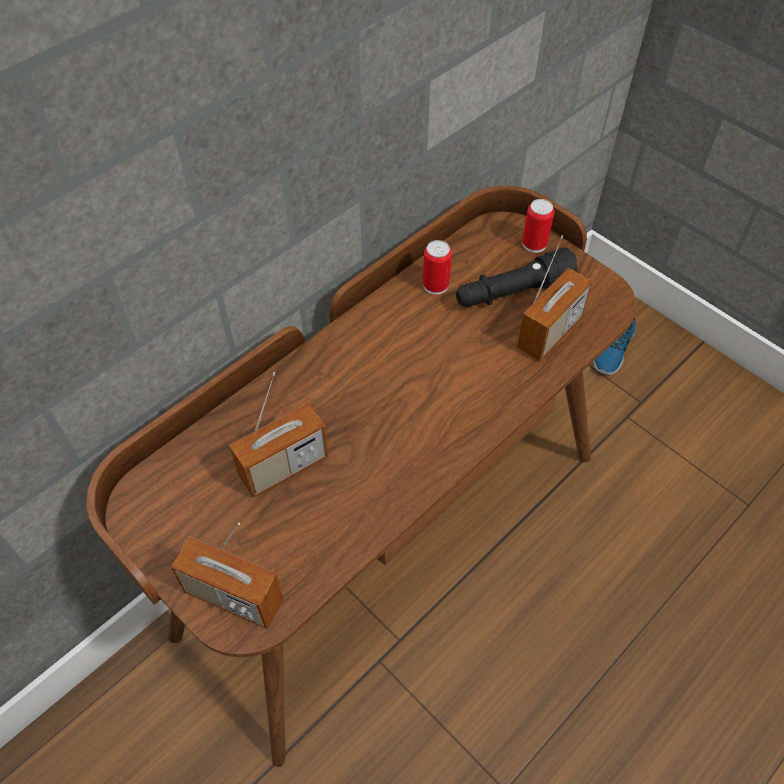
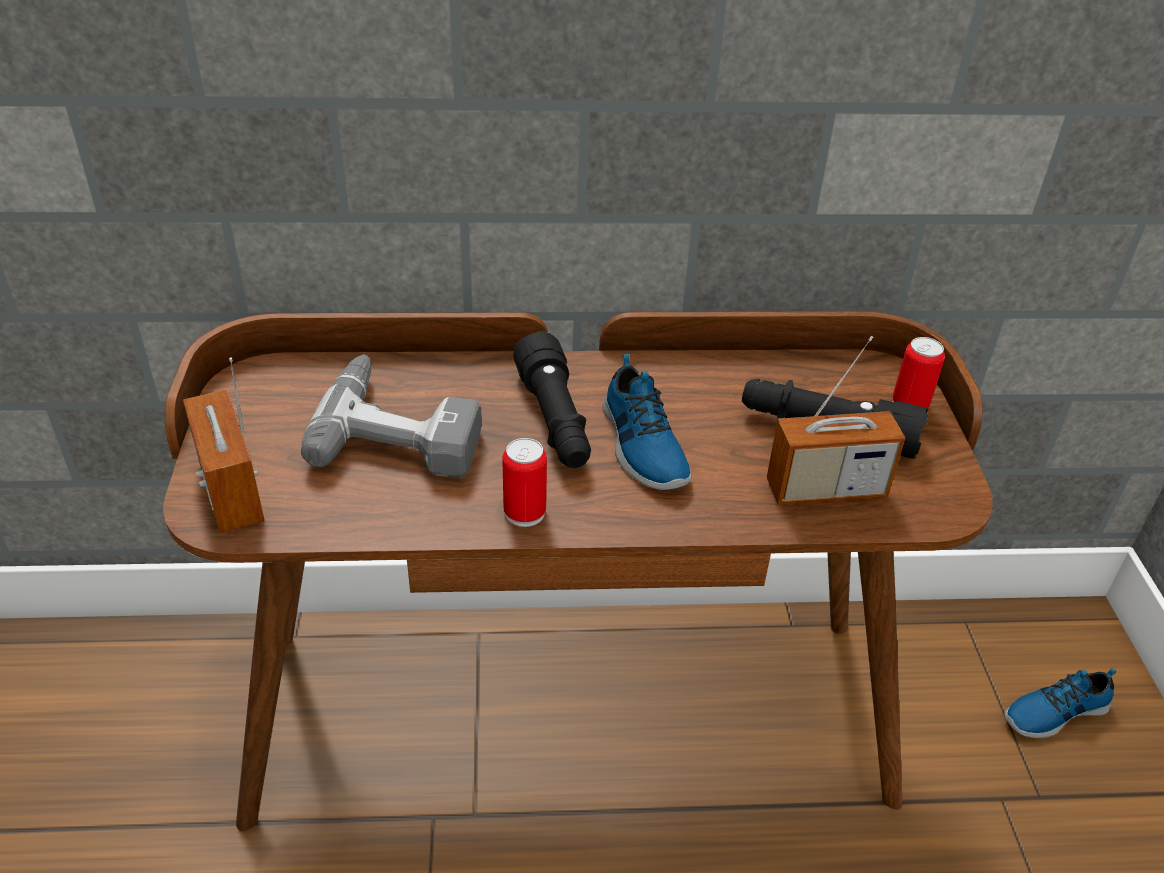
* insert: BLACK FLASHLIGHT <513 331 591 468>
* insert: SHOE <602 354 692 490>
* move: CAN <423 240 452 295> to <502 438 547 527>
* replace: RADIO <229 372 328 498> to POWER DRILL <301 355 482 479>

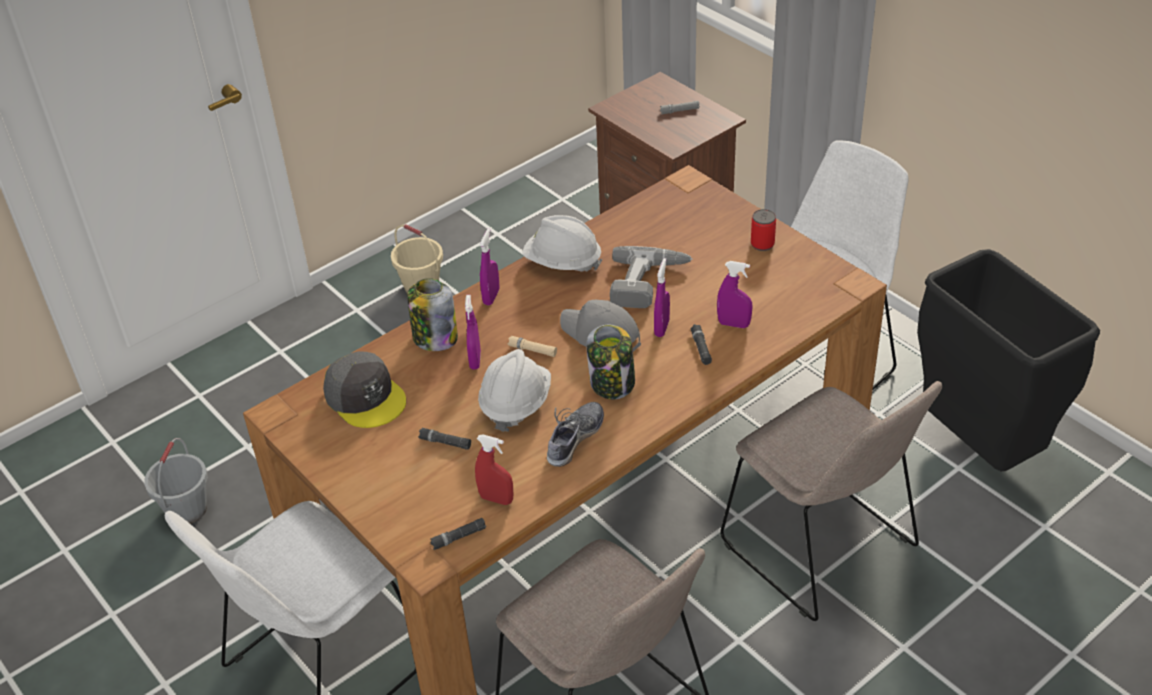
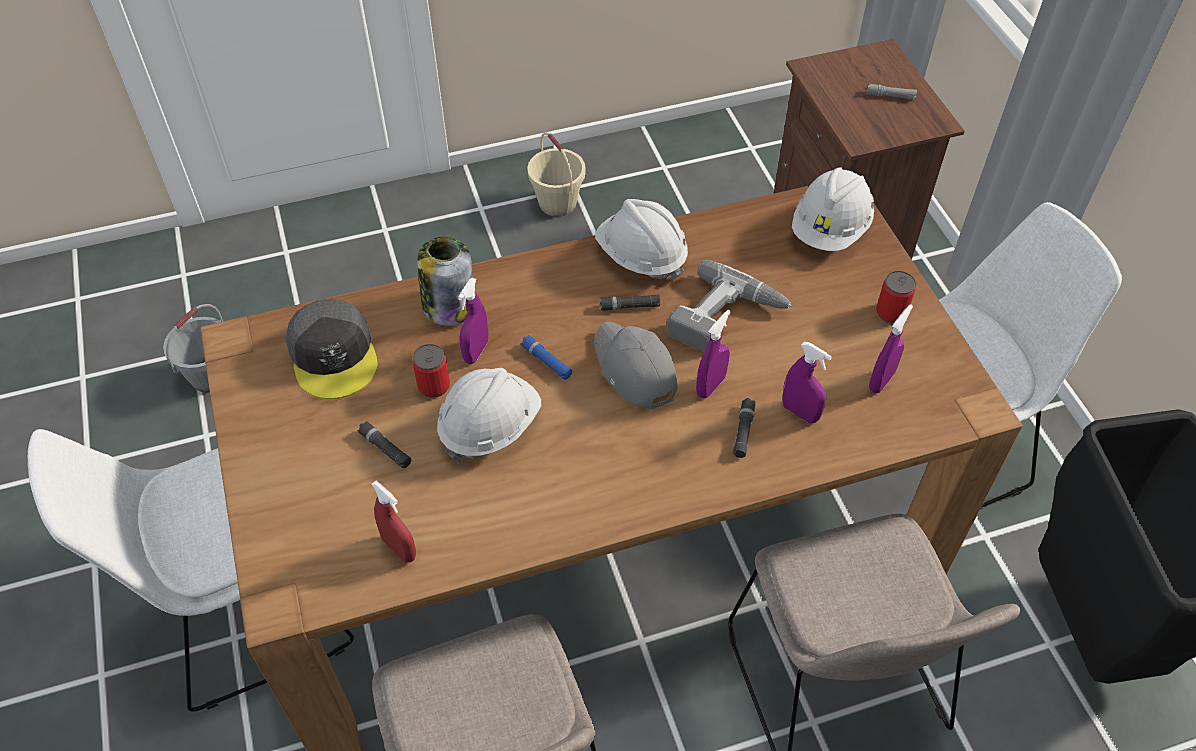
* delete: SHOE <547 402 604 467>
* delete: JAR <586 325 635 399>
* insert: CAN <412 344 450 398>
* insert: WHITE HARD HAT <792 167 874 251>
* move: BLACK FLASHLIGHT <430 518 486 550> to <600 295 660 311>
* move: PURPLE SPRAY BOTTLE <480 228 499 305> to <869 304 913 393>
* recolor: BEIGE FLASHLIGHT <508 336 557 357> to BLUE FLASHLIGHT <521 335 572 380>

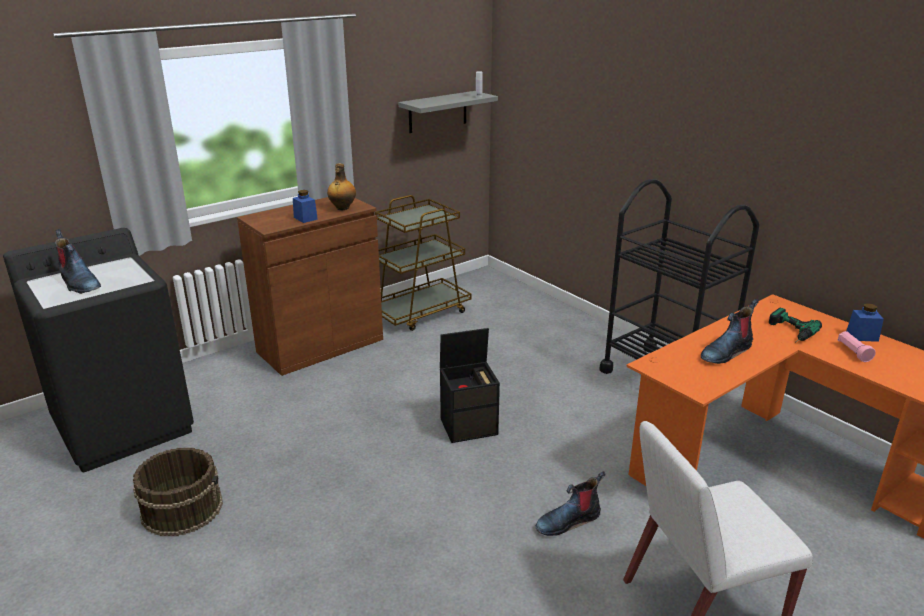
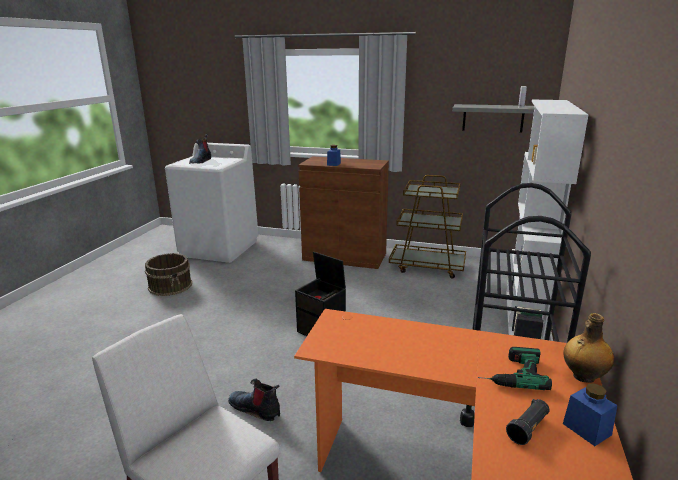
* delete: BOOT <701 299 759 364>
* insert: WHITE BOOKCASE <506 100 588 340>
* move: BOTTLE <327 163 356 210> to <564 313 614 383>
* recolor: BLACK WASHING MACHINE <3 228 194 472> to WHITE WASHING MACHINE <165 143 259 263>
* recolor: PINK FLASHLIGHT <838 331 876 362> to BLACK FLASHLIGHT <506 399 550 445>

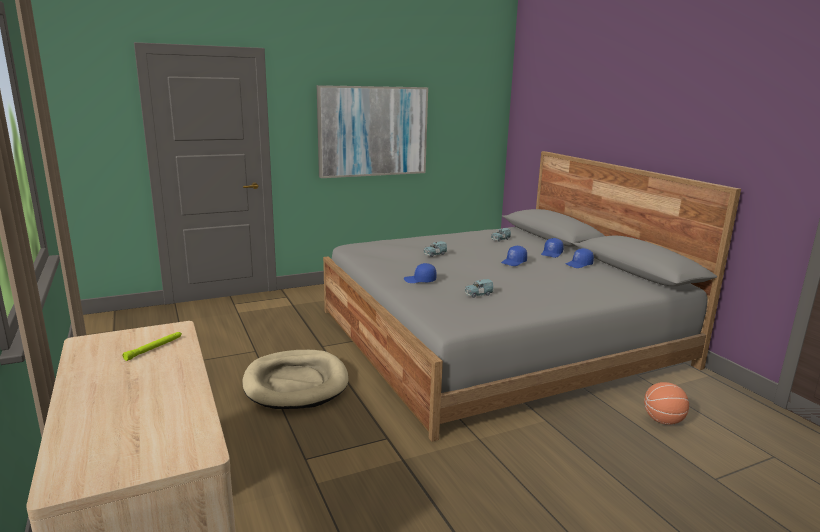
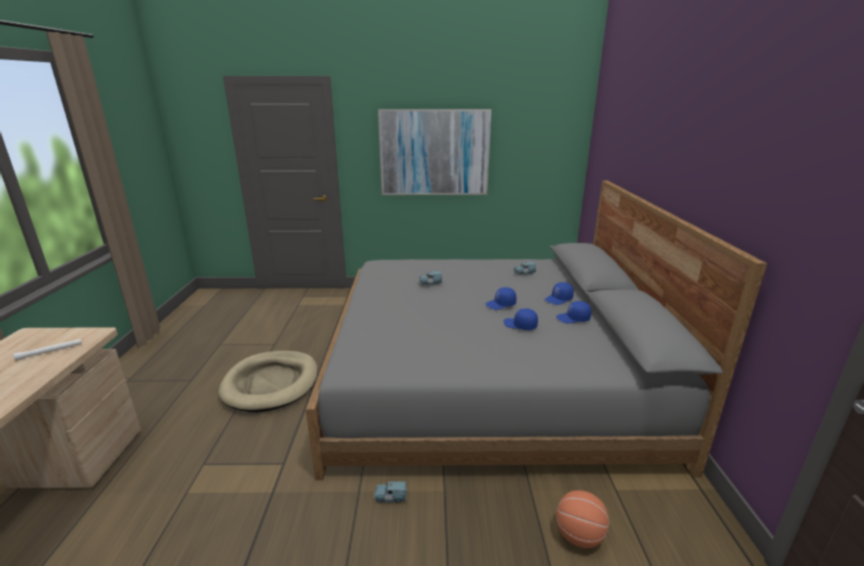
* move: BLUE CAP <404 263 437 283> to <503 308 538 330>
* move: BLUE TOY CAR <465 279 493 298> to <374 481 407 503>
* recolor: GREEN FLASHLIGHT <123 332 182 361> to WHITE FLASHLIGHT <13 340 83 361>

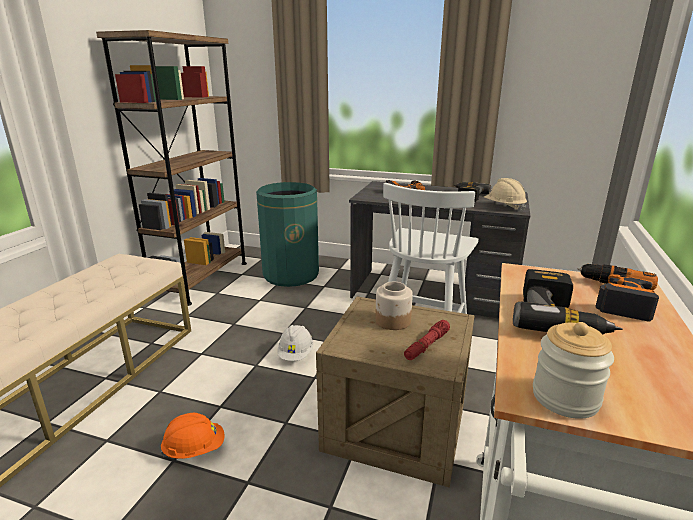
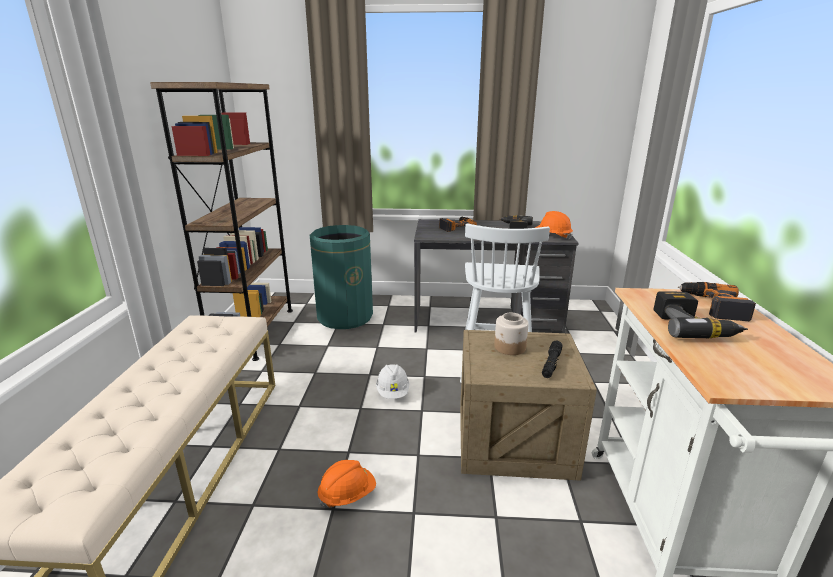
* delete: JAR <533 322 614 419>
* recolor: RED FLASHLIGHT <404 320 450 360> to BLACK FLASHLIGHT <542 340 562 378>
* recolor: BEIGE HARD HAT <484 178 527 212> to ORANGE HARD HAT <535 211 573 239>

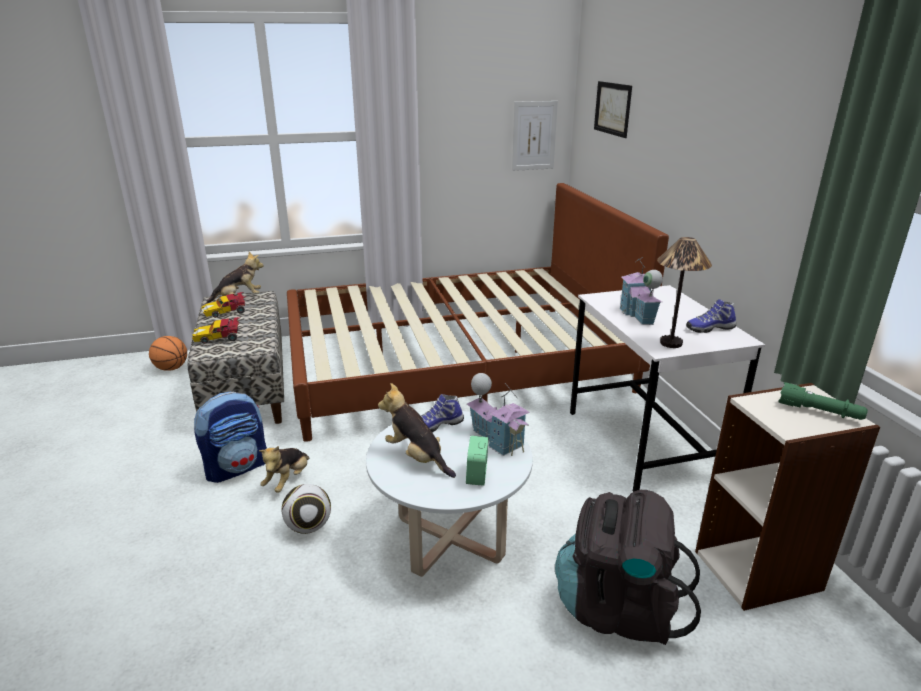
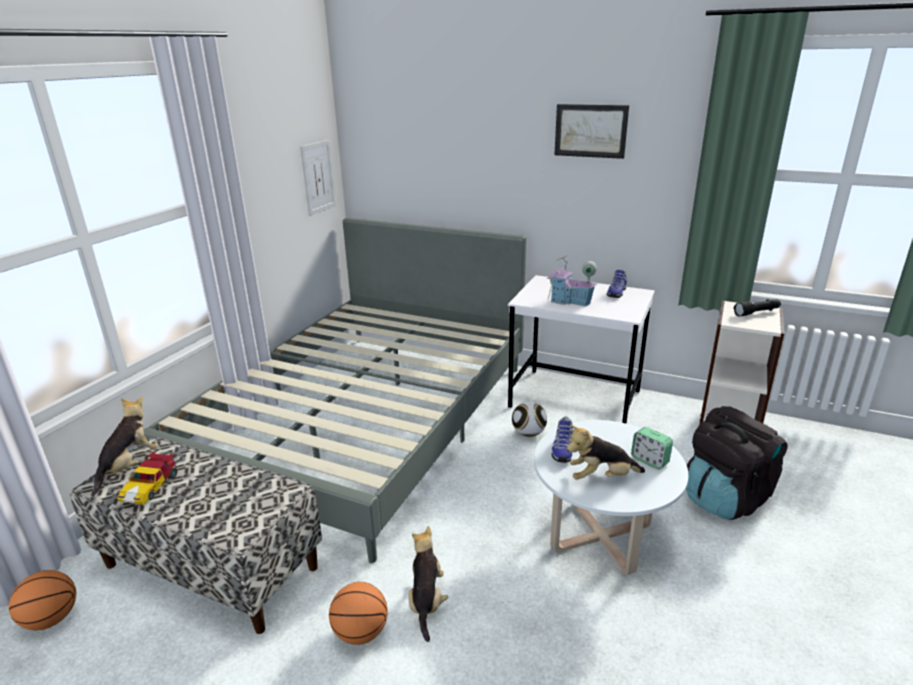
* delete: TOY CAR <192 317 240 344>
* delete: TOY HOUSE <467 373 530 456>
* delete: TABLE LAMP <657 237 712 348>
* move: FOOTBALL <282 484 331 534> to <512 401 547 437>
* move: PICTURE <594 81 632 138> to <554 104 629 159>
* replace: BACKPACK <194 392 267 483> to BASKETBALL <329 582 388 645>
* recolor: BROWN BED <287 183 669 442> to GREY BED <143 218 526 563>
* recolor: GREEN FLASHLIGHT <779 382 868 420> to BLACK FLASHLIGHT <734 299 781 317>
* rotate: PLUSH TOY <259 446 309 493> = <408 526 448 642> 150 degrees counterclockwise

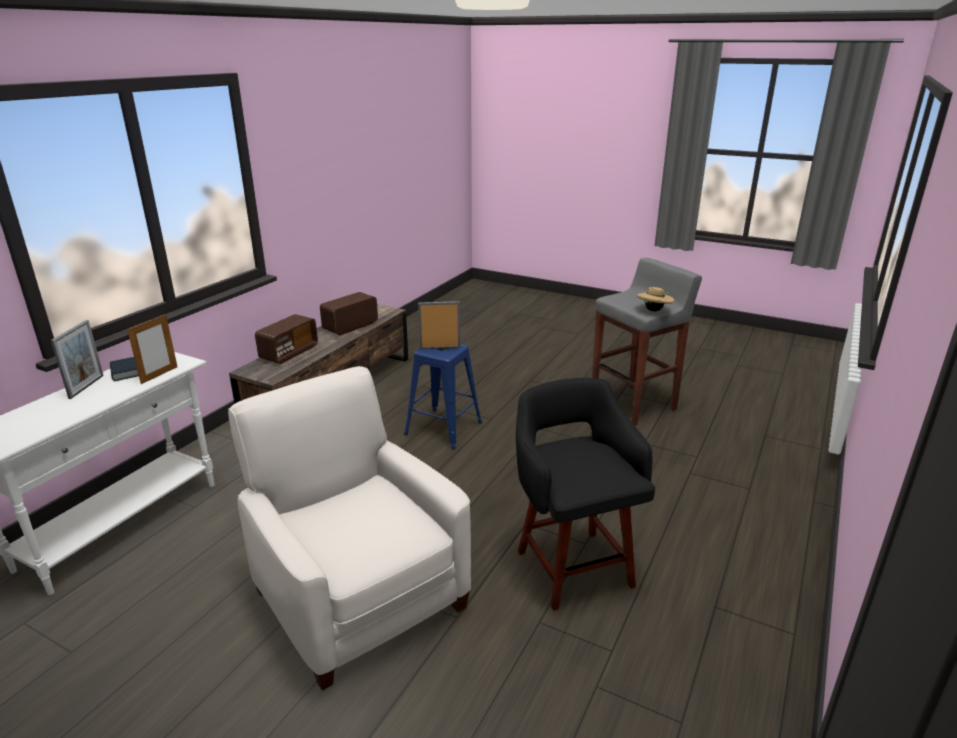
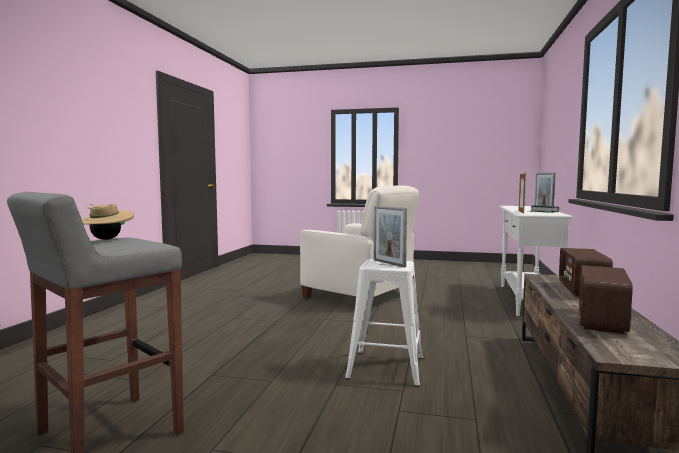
* delete: BLACK STOOL <516 378 655 611>
* recolor: BLUE STOOL <404 344 482 450> to WHITE STOOL <345 259 424 387>
* rotate: PICTURE FRAME <418 301 460 349> = <374 206 407 267> 75 degrees clockwise

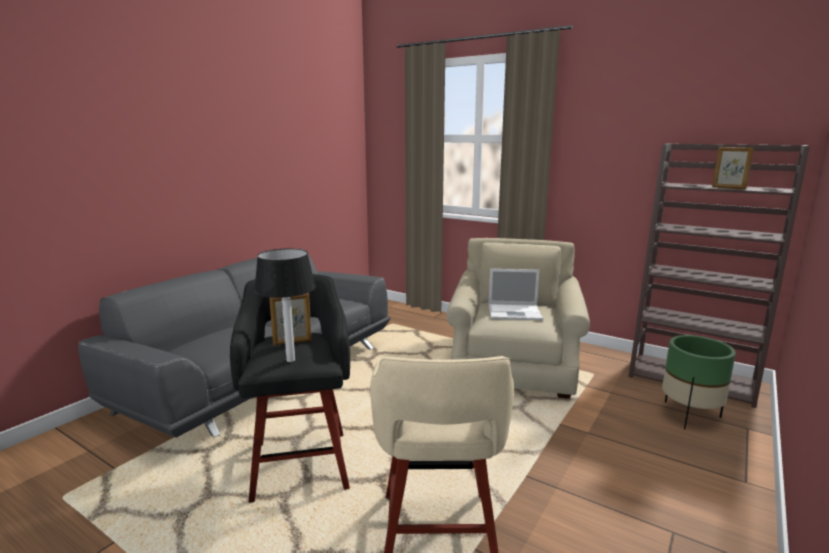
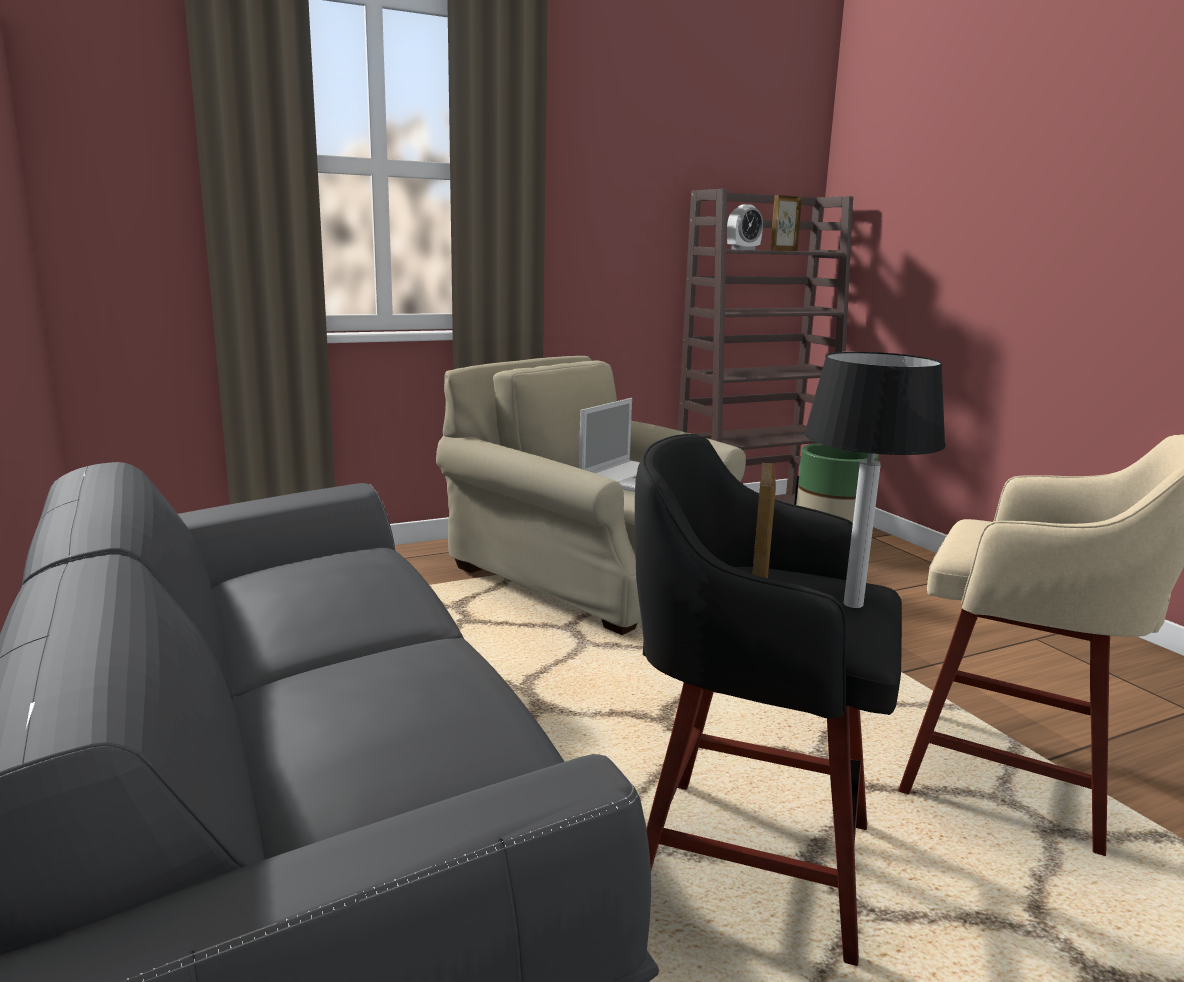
* insert: ALARM CLOCK <727 204 763 250>
* rotate: PICTURE FRAME <712 147 754 189> = <770 195 802 251> 150 degrees clockwise

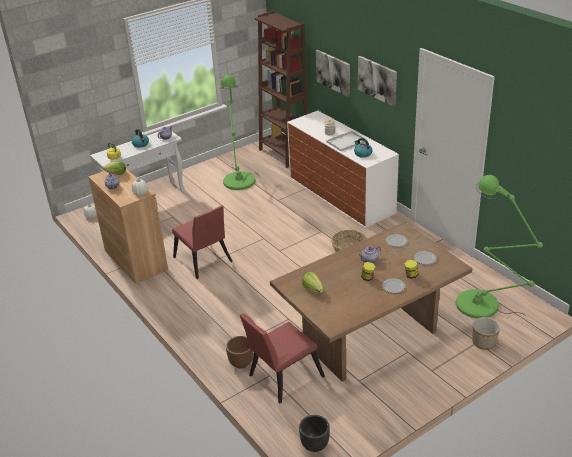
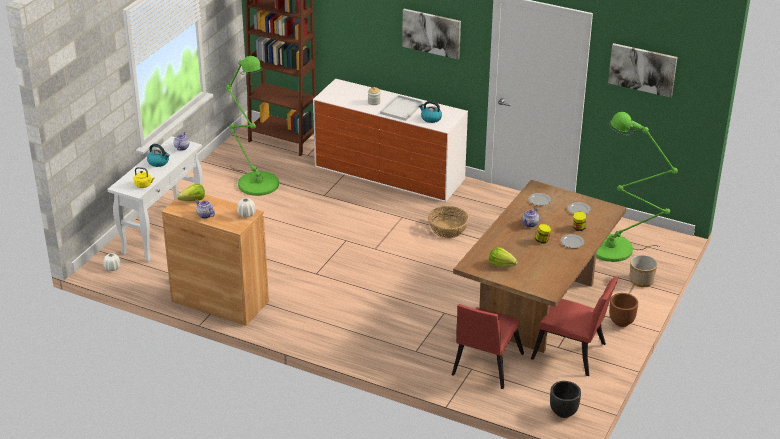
* move: RED CHAIR <172 205 233 279> to <531 277 619 376>
* move: BROWN PLANTER <226 336 253 369> to <609 293 638 327>
* move: PICTURE <316 50 350 97> to <608 43 677 97>

